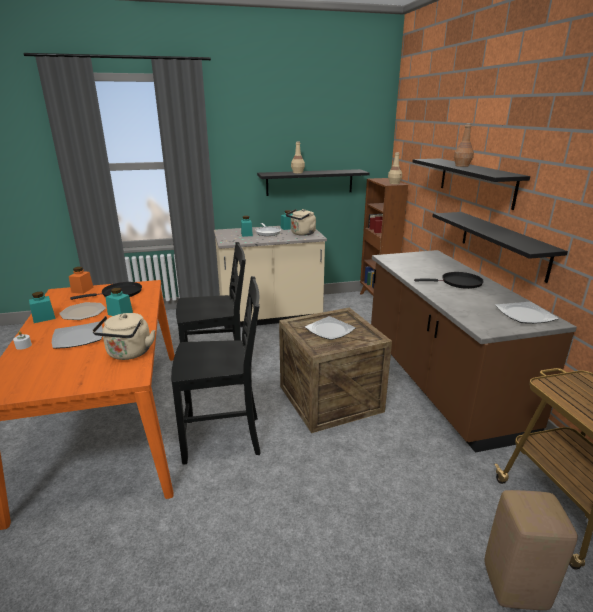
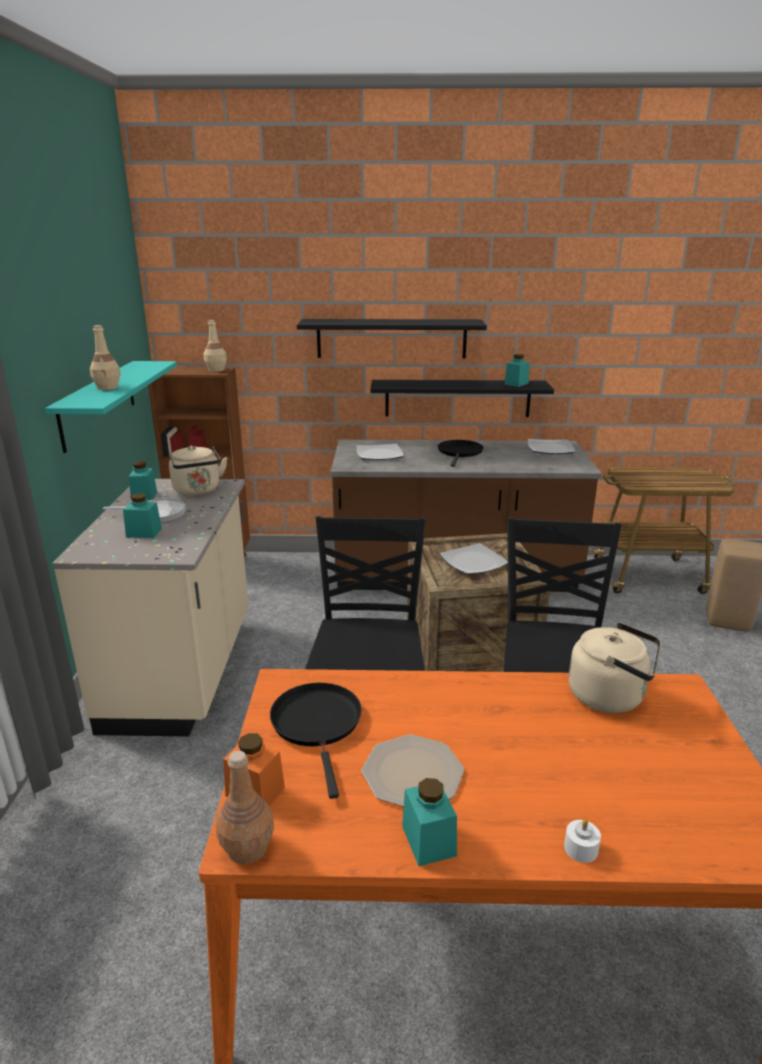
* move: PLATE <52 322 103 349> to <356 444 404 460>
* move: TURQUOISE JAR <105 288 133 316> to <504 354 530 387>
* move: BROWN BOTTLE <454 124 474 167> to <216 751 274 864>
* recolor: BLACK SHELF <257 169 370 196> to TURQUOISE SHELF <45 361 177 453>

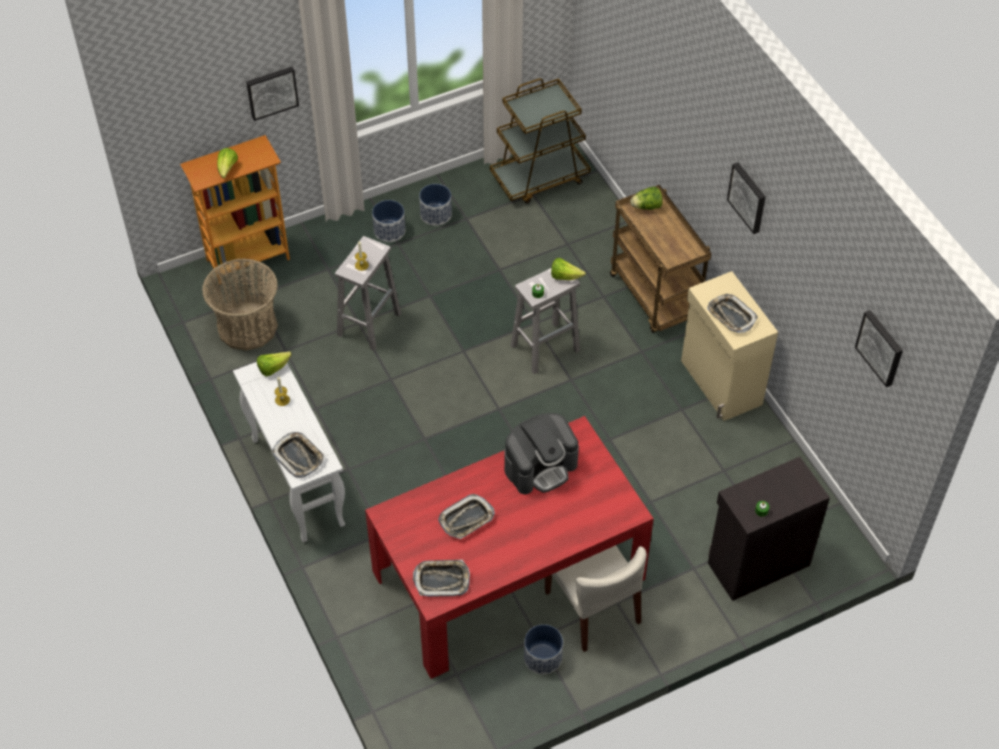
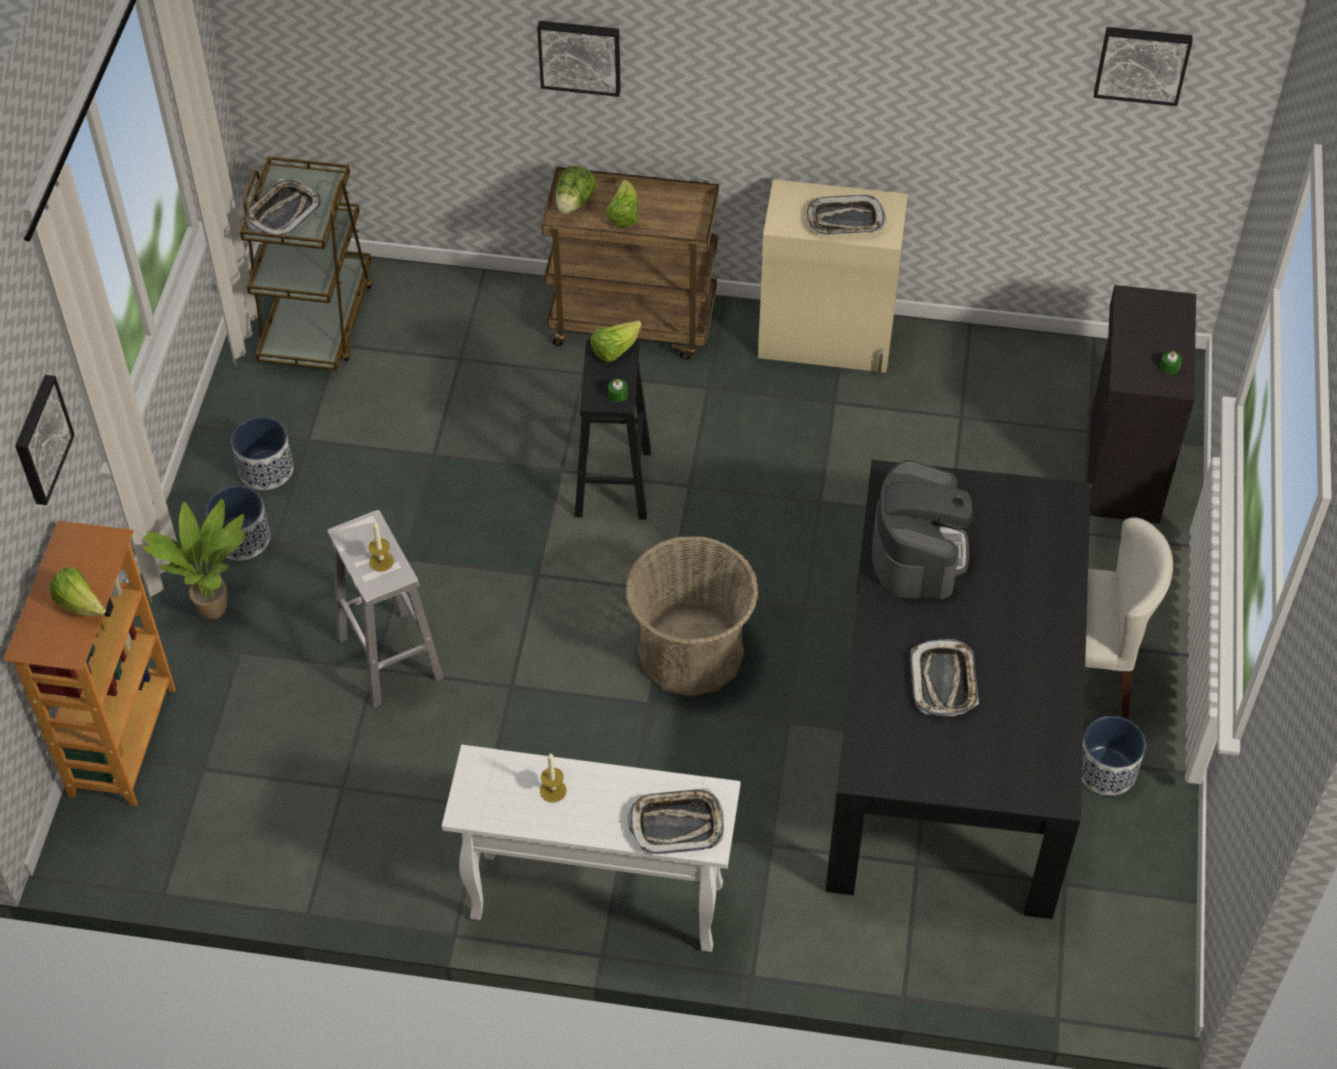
* insert: POTTED PLANT <143 499 246 620>
* move: BASKET <202 259 278 351> to <625 535 758 696>
* move: LETTUCE <257 351 292 376> to <606 179 638 227>
* move: TRAY <413 560 470 597> to <246 179 322 236>
* move: PICTURE <727 162 766 234> to <537 21 621 97>
* recolor: RED DINING TABLE <365 416 654 679> to BLACK DINING TABLE <825 460 1091 919>
* recolor: WHITE STOOL <511 268 580 374> to BLACK STOOL <575 340 651 520>

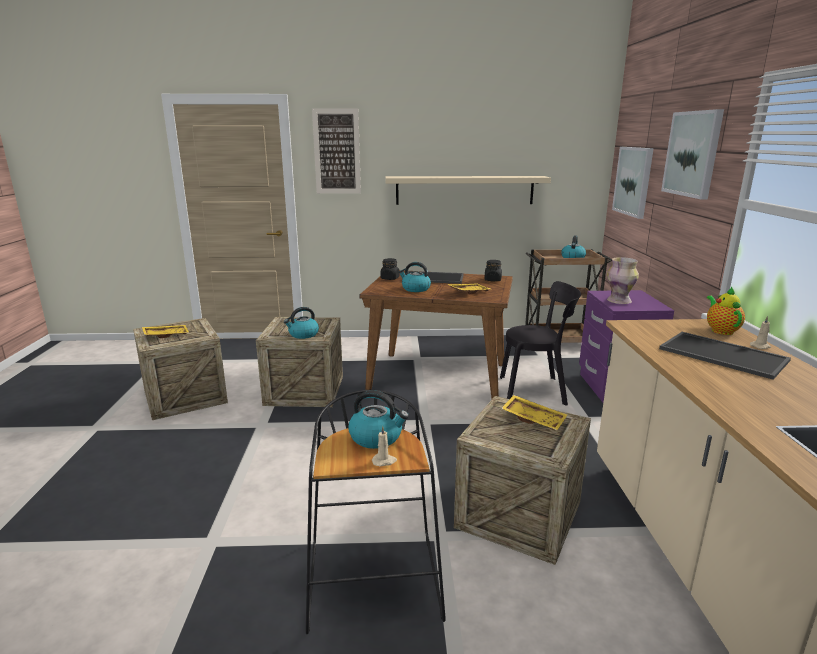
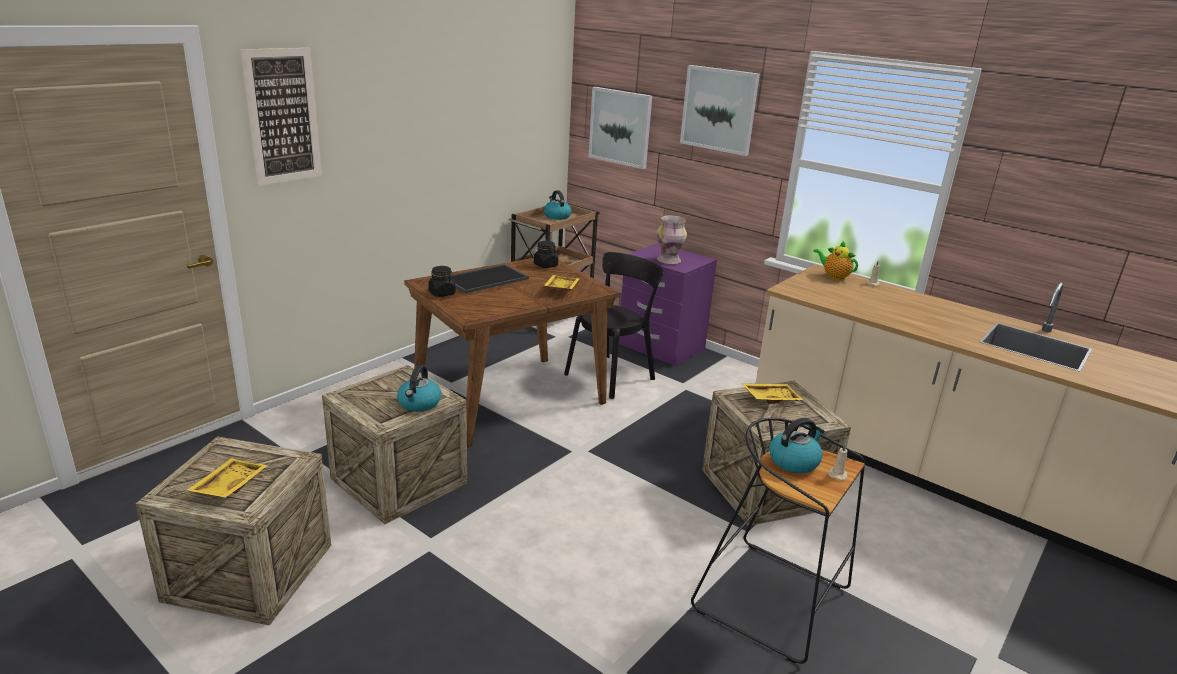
* delete: BEIGE SHELF <385 176 551 205>
* delete: KETTLE <398 262 431 292>
* delete: TRAY <659 332 791 380>

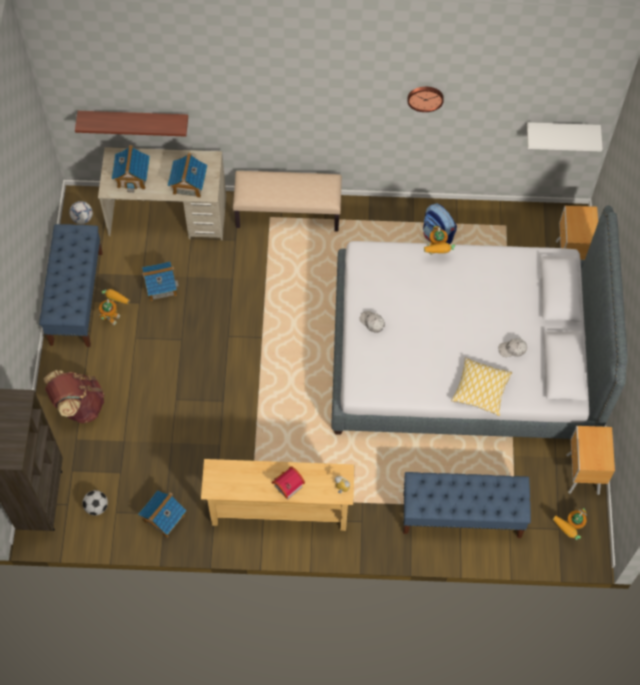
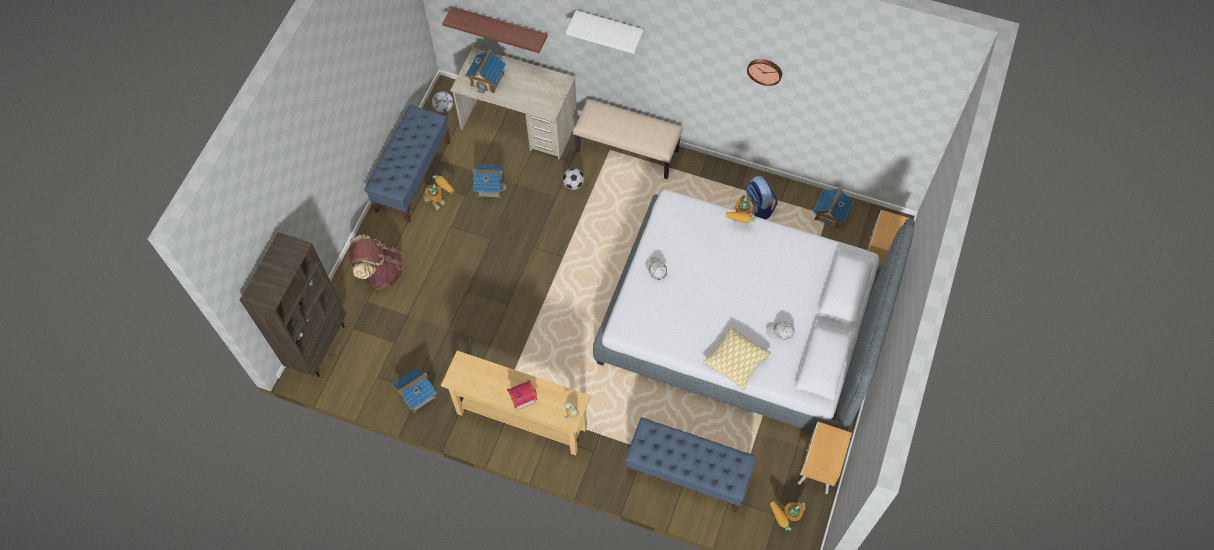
* move: FOOTBALL <83 490 108 516> to <563 168 584 190>
* move: TOY HOUSE <168 153 207 198> to <813 187 853 229>
* move: WHITE SHELF <527 122 603 151> to <566 10 644 54>

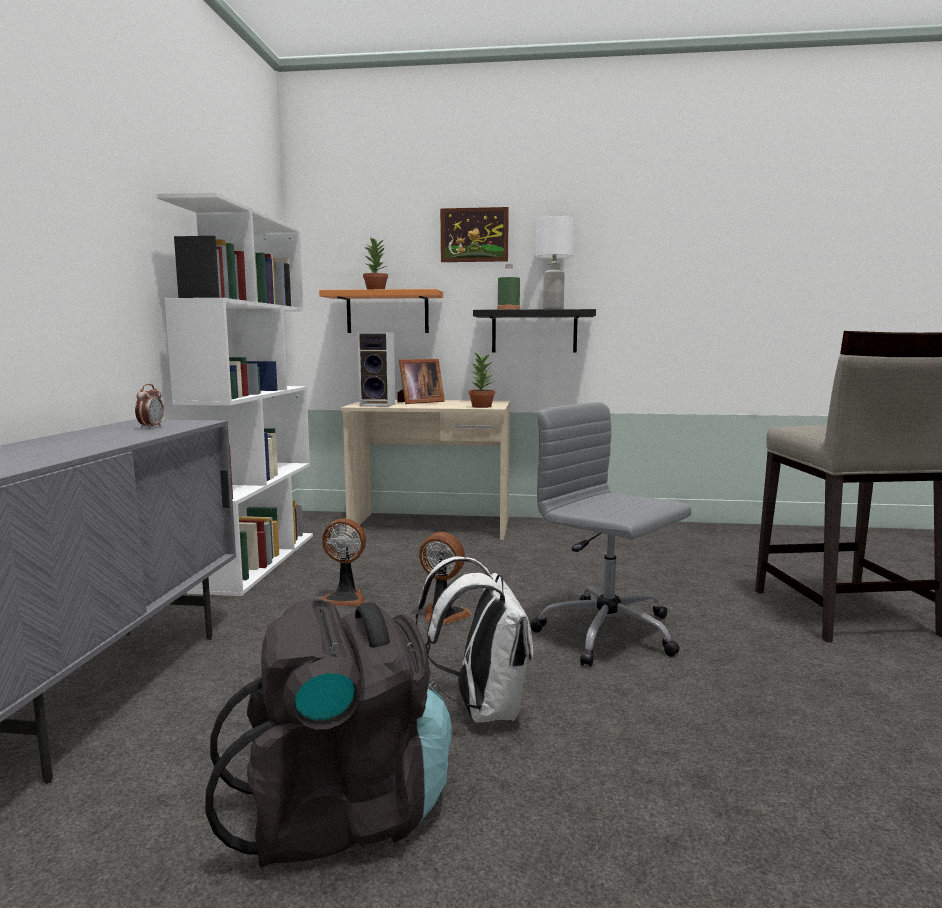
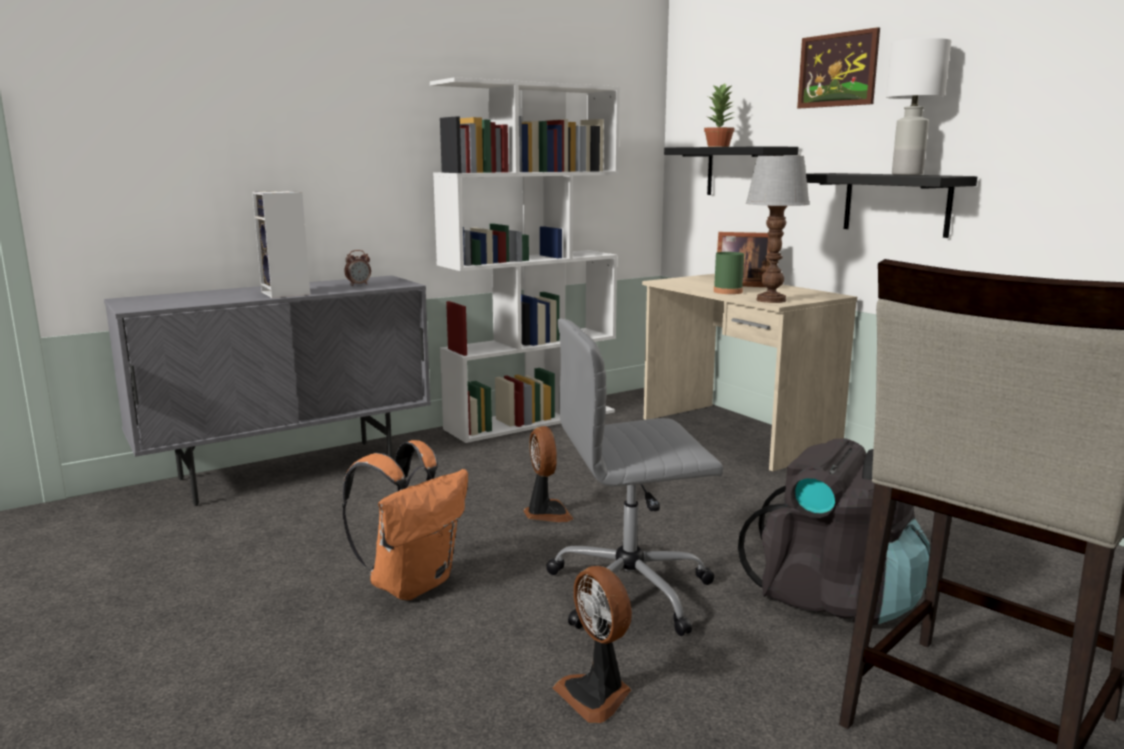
* move: BLACK BACKPACK <206 599 452 868> to <738 438 930 626>
* move: FAN <321 518 366 607> to <552 566 632 723>
* move: SPEAKER <357 332 395 407> to <252 191 310 298>
* move: GREEN BOTTLE <497 264 520 310> to <714 236 744 294>
* replace: POTTED PLANT <468 352 495 408> to TABLE LAMP <745 156 810 303>
* recolor: ORANGE SHELF <319 289 443 333> to BLACK SHELF <664 146 799 195>
* recolor: WHITE BACKPACK <416 556 533 723> to ORANGE BACKPACK <342 440 468 600>
* rotate: GREY OFFICE CHAIR <530 402 692 667> = <546 318 723 636> 105 degrees counterclockwise

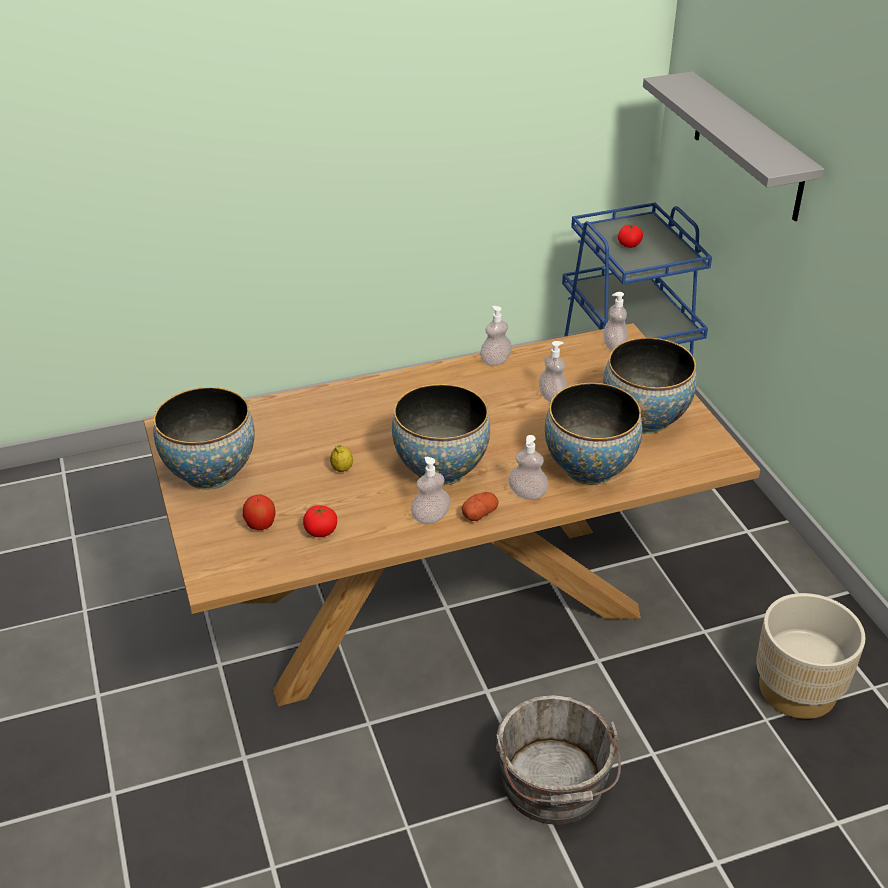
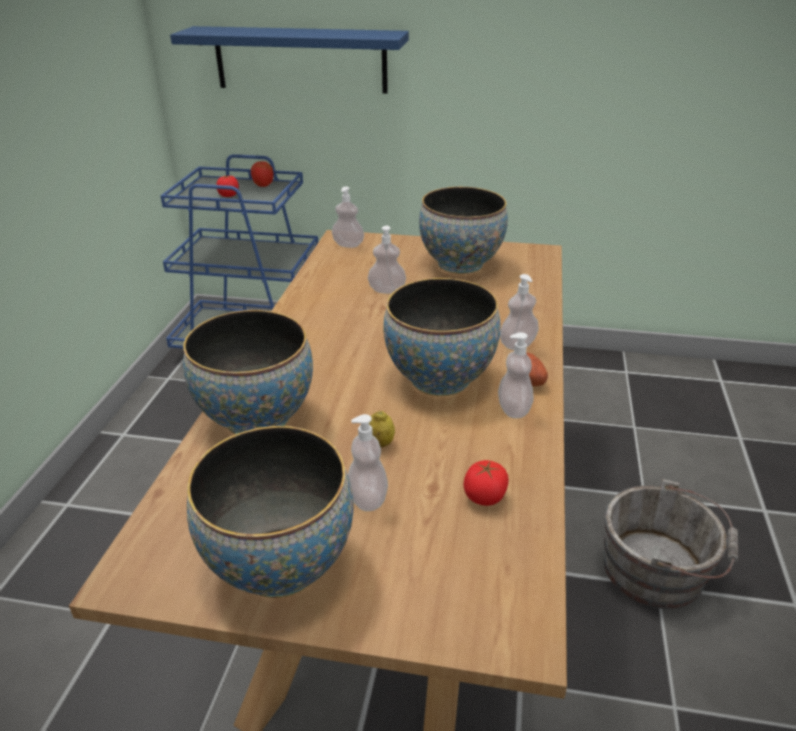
* delete: BEIGE PLANTER <756 593 866 719>
* move: APPLE <243 495 275 530> to <251 161 274 187>
* move: SOAP DISPENSER <480 306 512 366> to <348 414 388 511>
* move: BOWL <545 383 642 485> to <183 310 313 434>
* recolor: GREY SHELF <643 71 824 221> to BLUE SHELF <170 26 409 94>

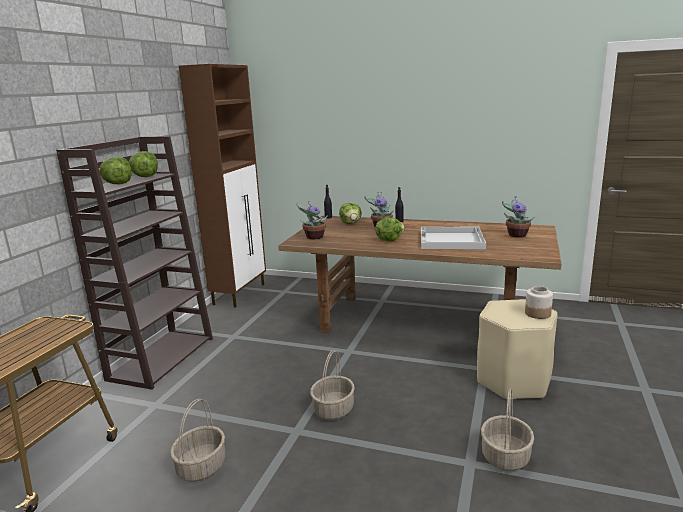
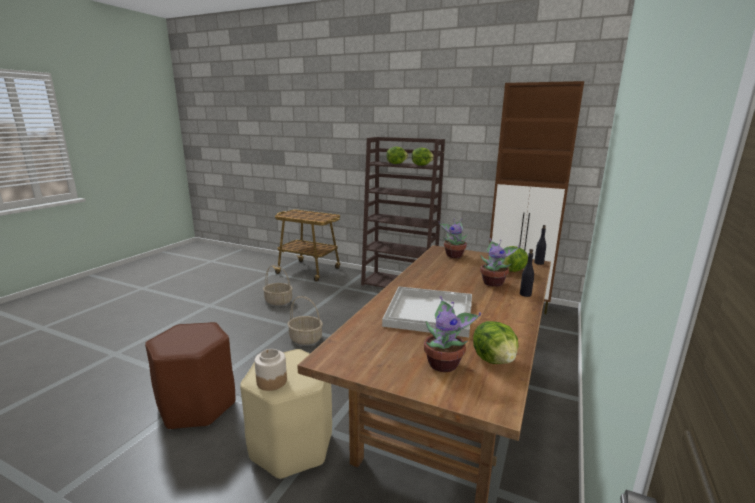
* move: LETTUCE <375 217 405 241> to <473 321 518 364>
* replace: BASKET <481 388 534 471> to BROWN STOOL <145 322 235 430>

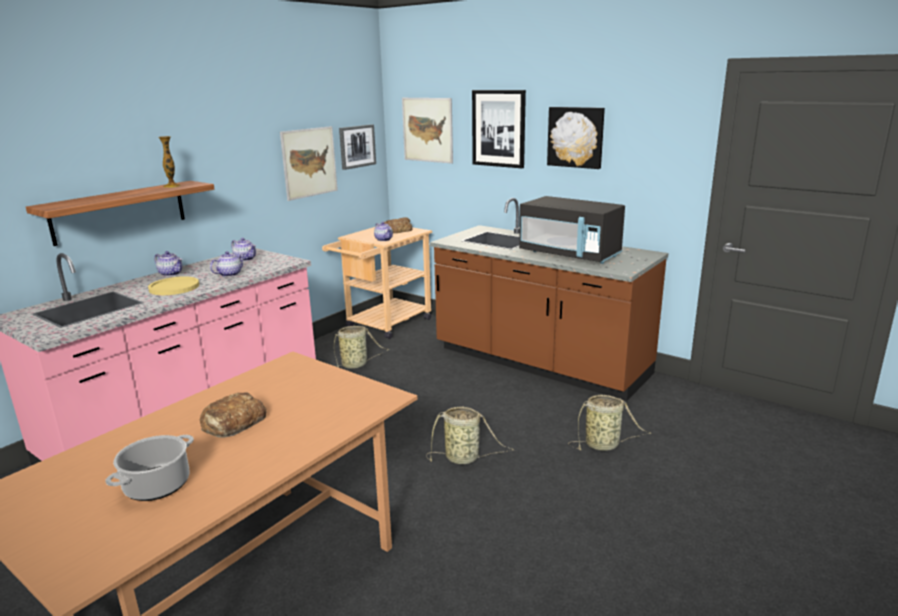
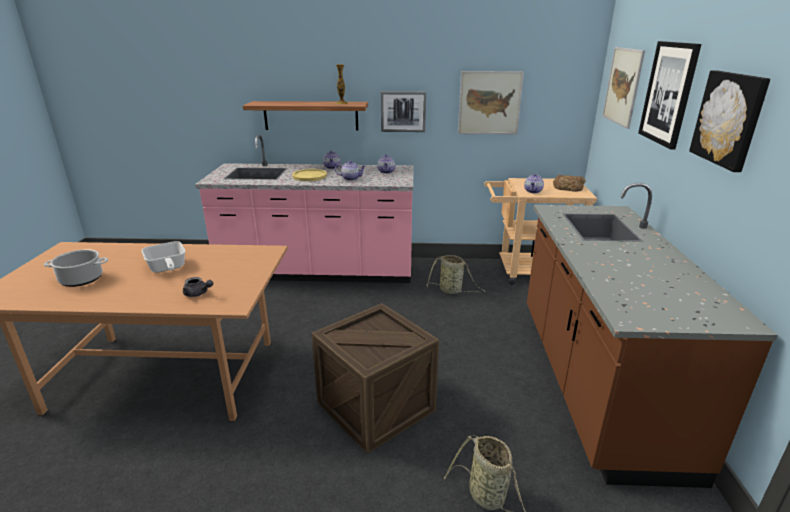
* delete: BLACK MICROWAVE <519 196 625 264>
* insert: GREY TEAPOT <183 277 213 297>
* move: PICTURE <339 124 376 170> to <381 91 426 132>
* replace: BREAD <200 392 267 438> to FRYING PAN <141 241 185 273>
* replace: BASKET <426 406 514 464> to CRATE <311 303 439 454>

